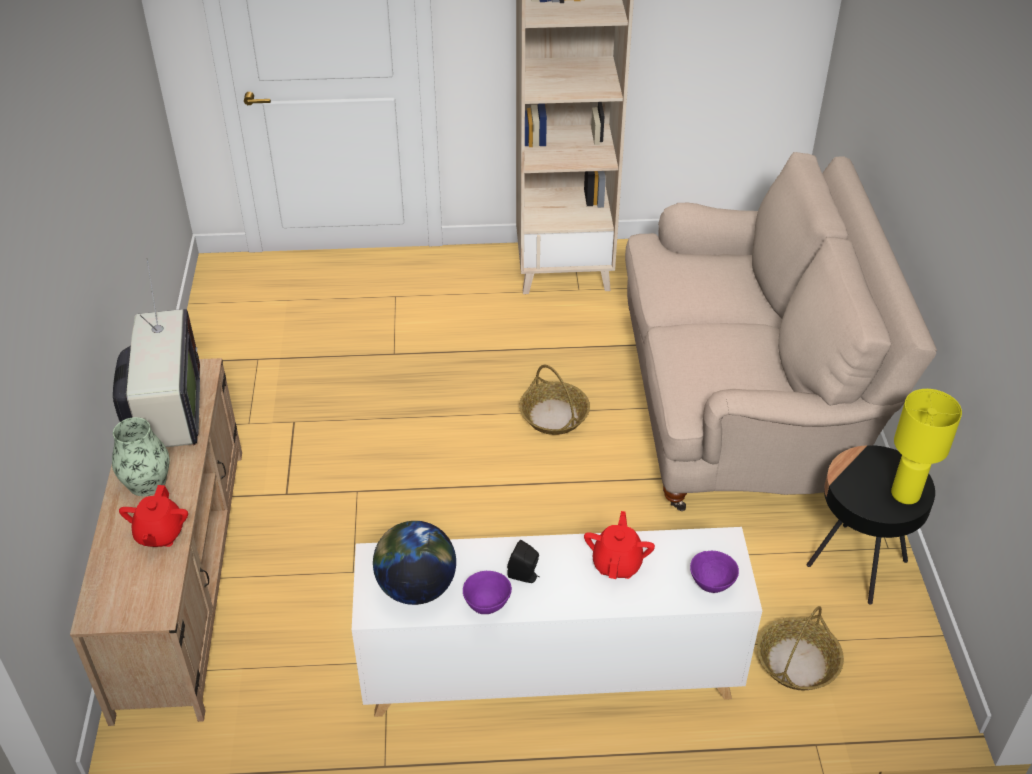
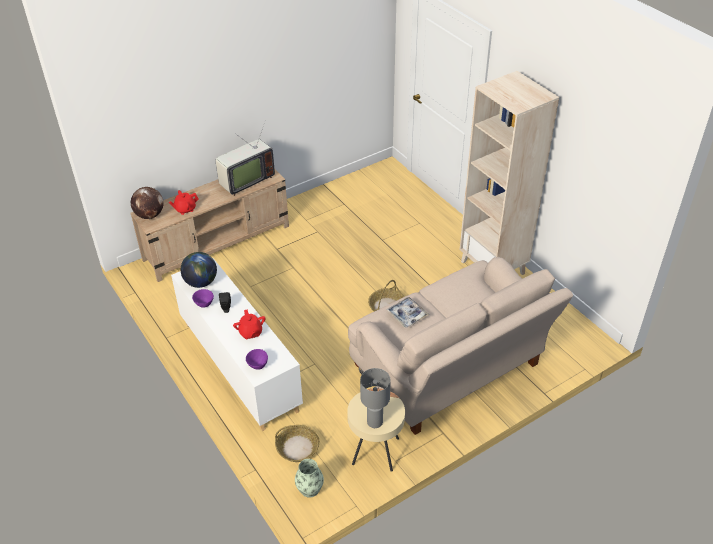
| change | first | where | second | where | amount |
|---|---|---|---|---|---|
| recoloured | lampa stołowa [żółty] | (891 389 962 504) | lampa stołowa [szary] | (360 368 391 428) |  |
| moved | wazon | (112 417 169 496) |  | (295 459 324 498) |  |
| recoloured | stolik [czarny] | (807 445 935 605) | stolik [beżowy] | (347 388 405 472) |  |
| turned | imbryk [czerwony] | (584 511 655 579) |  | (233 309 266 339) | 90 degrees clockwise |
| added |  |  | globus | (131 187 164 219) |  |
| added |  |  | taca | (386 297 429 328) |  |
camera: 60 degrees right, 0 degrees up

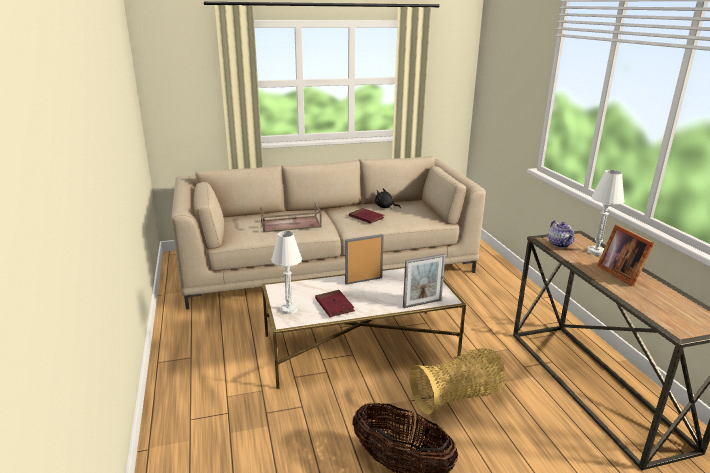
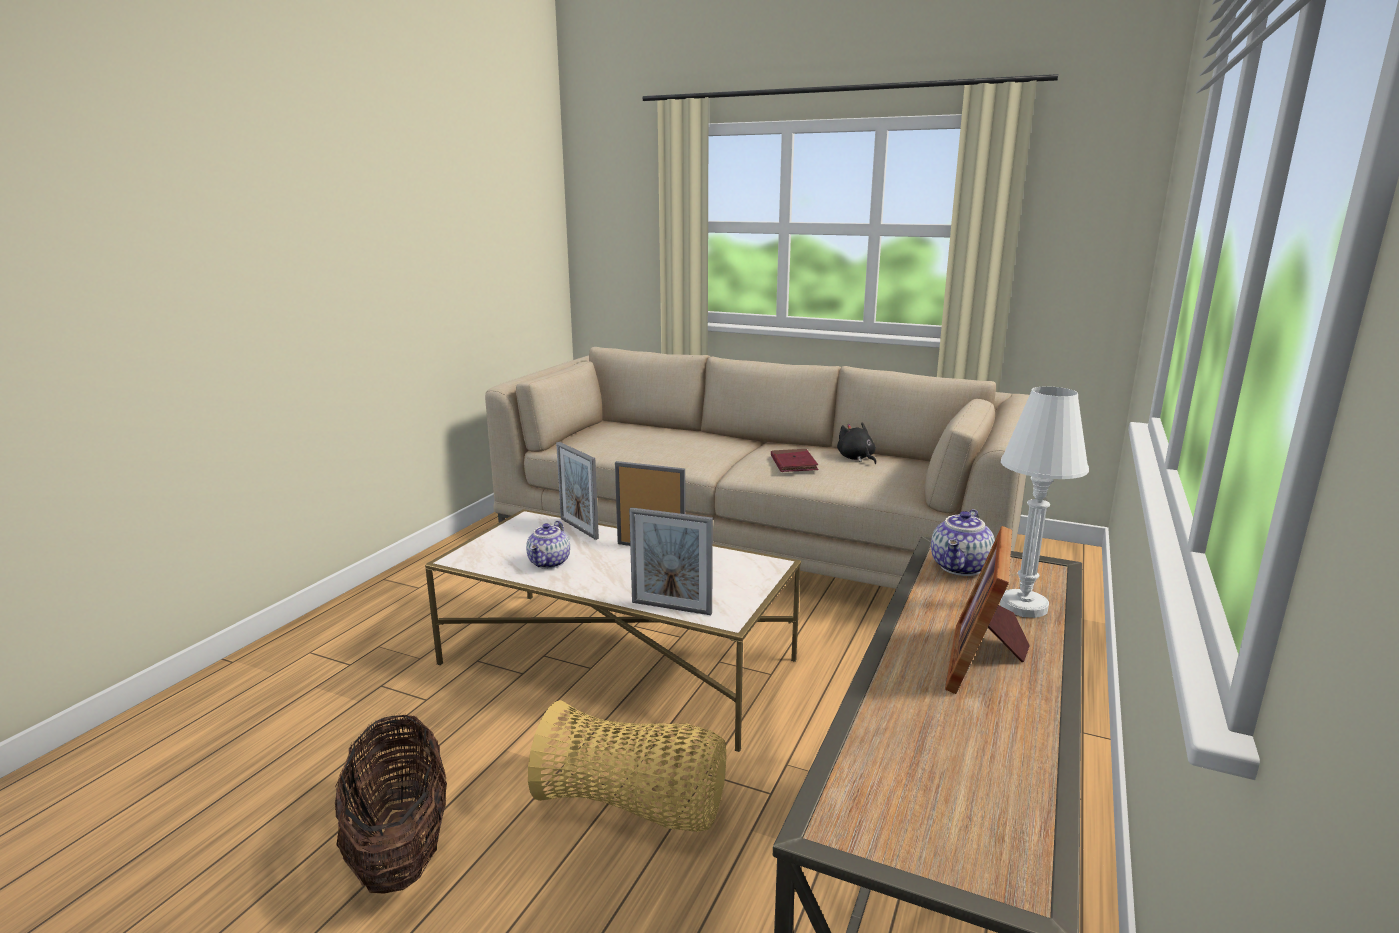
| change | first | where | second | where | amount |
|---|---|---|---|---|---|
| removed | taca [brązowy] | (260 202 322 232) |  |  |  |
| removed | lampa stołowa [biały] | (272 231 302 314) |  |  |  |
| replaced | książka [czerwony] | (315 290 355 317) | imbryk | (526 520 570 569) |  |
| added |  |  | ramka na zdjęcie | (556 442 599 540) |  |
camera: 40 degrees right, 5 degrees down

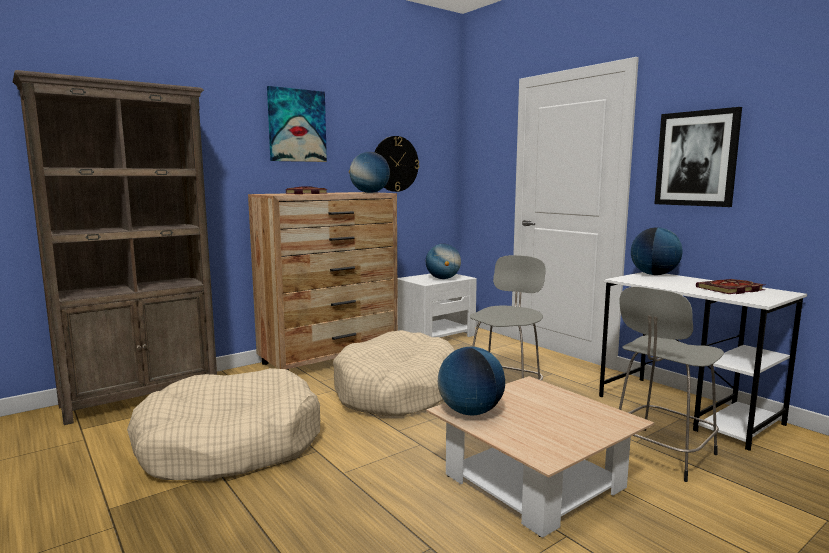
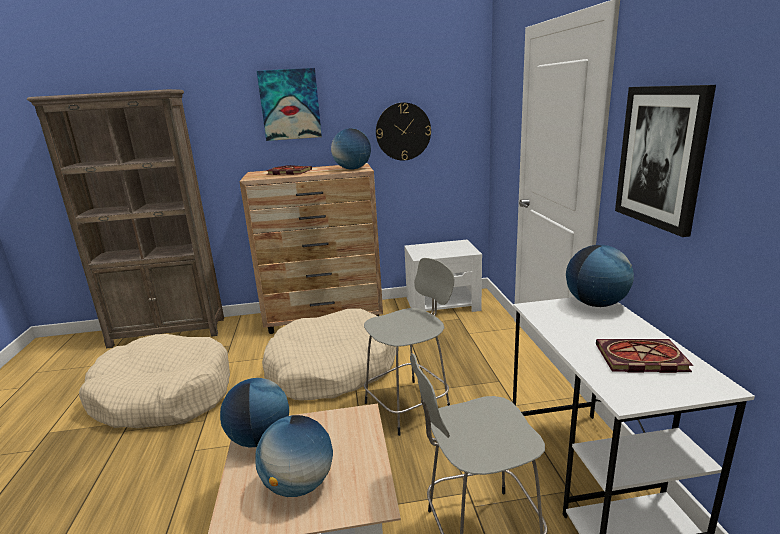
| change | first | where | second | where | amount |
|---|---|---|---|---|---|
| moved | globus | (426 244 461 279) |  | (255 415 333 497) |  |
camera: 30 degrees right, 10 degrees up

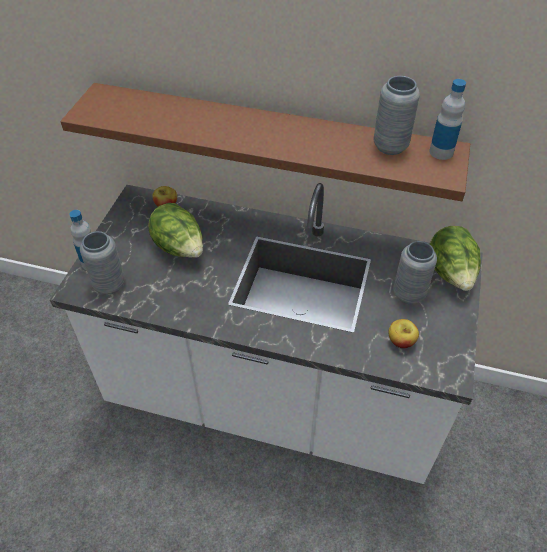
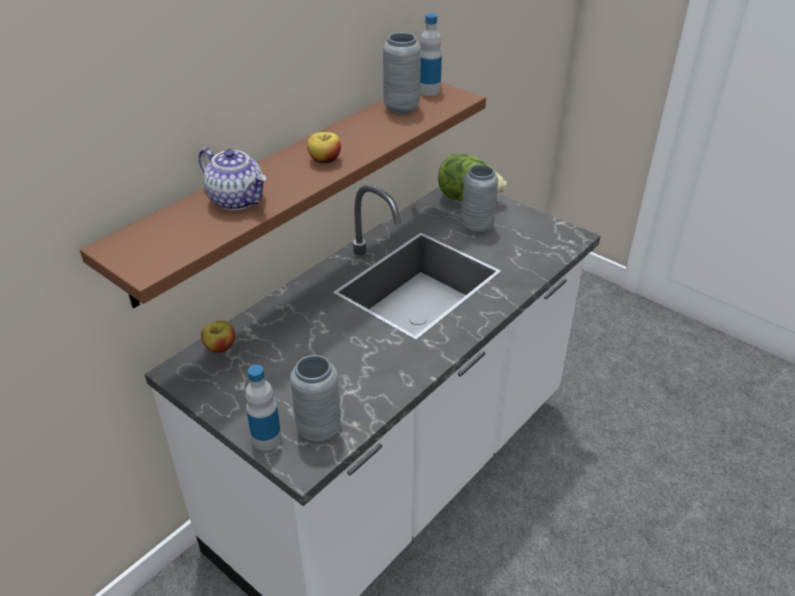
| change | first | where | second | where | amount |
|---|---|---|---|---|---|
| removed | sałata | (149 203 203 258) |  |  |  |
| moved | jabłko | (388 319 419 348) |  | (307 132 341 163) |  |
| added |  |  | imbryk | (199 148 267 210) |  |
camera: 65 degrees left, 10 degrees down

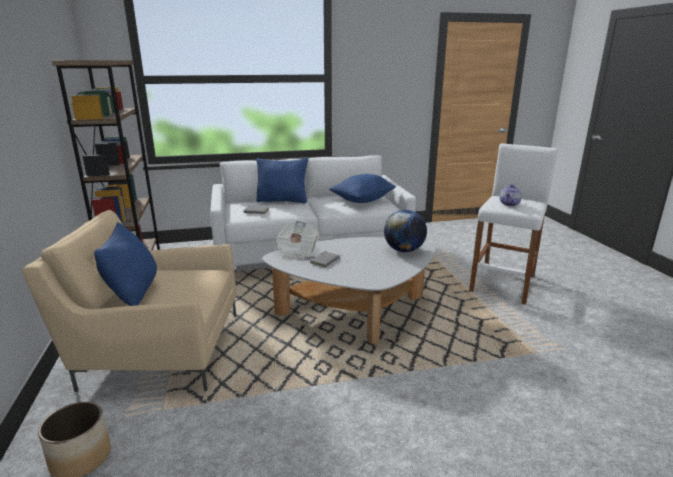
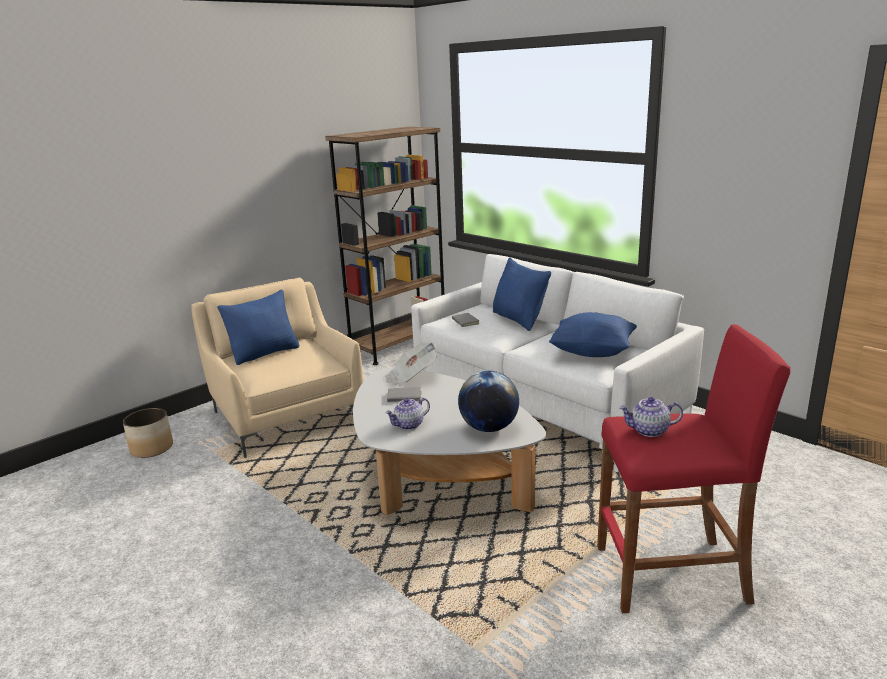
| change | first | where | second | where | amount |
|---|---|---|---|---|---|
| recoloured | stołek [biały] | (469 143 557 305) | stołek [czerwony] | (597 324 791 613) |  |
| added |  |  | imbryk | (385 398 430 430) |  |
camera: 60 degrees right, 0 degrees up

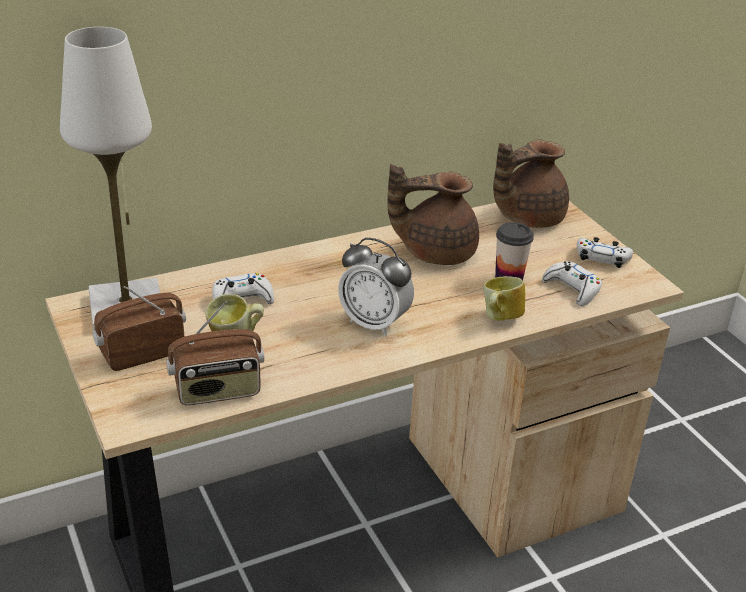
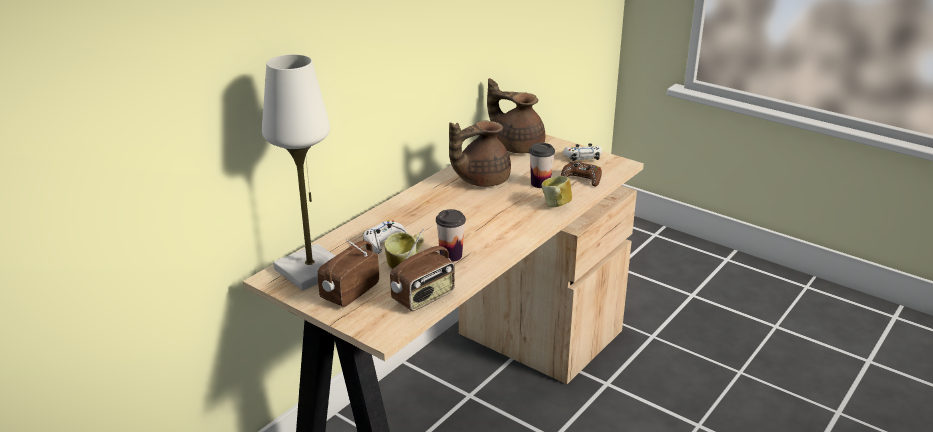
| change | first | where | second | where | amount |
|---|---|---|---|---|---|
| turned | imbryk [brązowy] | (493 140 569 228) |  | (487 78 545 154) | 90 degrees clockwise |
| removed | budzik | (338 238 414 336) |  |  |  |
| recoloured | pad do gier [biały] | (542 261 602 306) | pad do gier [brązowy] | (561 162 602 187) |  |
| added |  |  | filiżanka | (436 209 466 262) |  |
camera: 25 degrees left, 5 degrees down

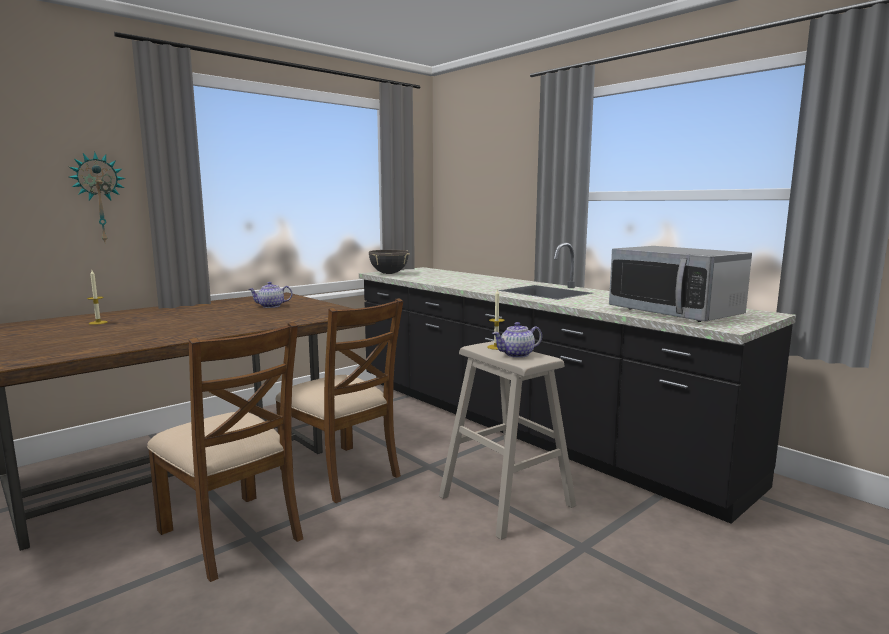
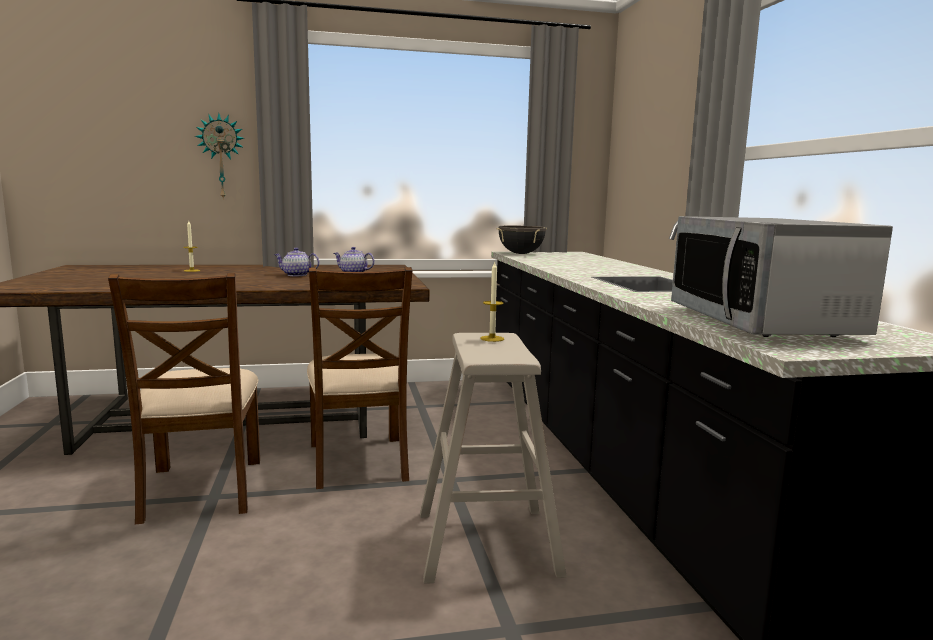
| change | first | where | second | where | amount |
|---|---|---|---|---|---|
| moved | imbryk | (492 322 542 358) |  | (274 248 319 276) |  |
camera: 30 degrees right, 0 degrees up

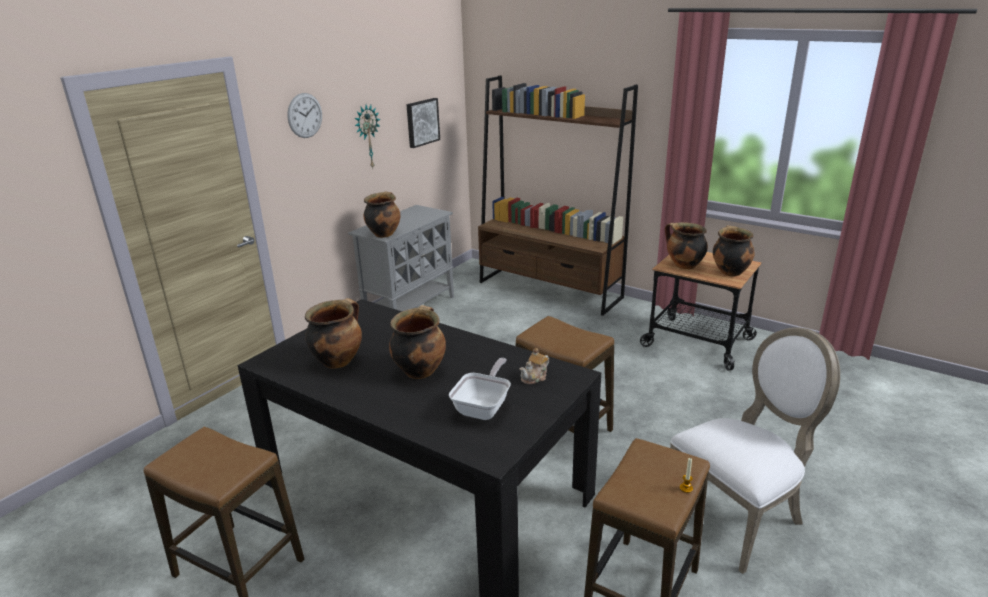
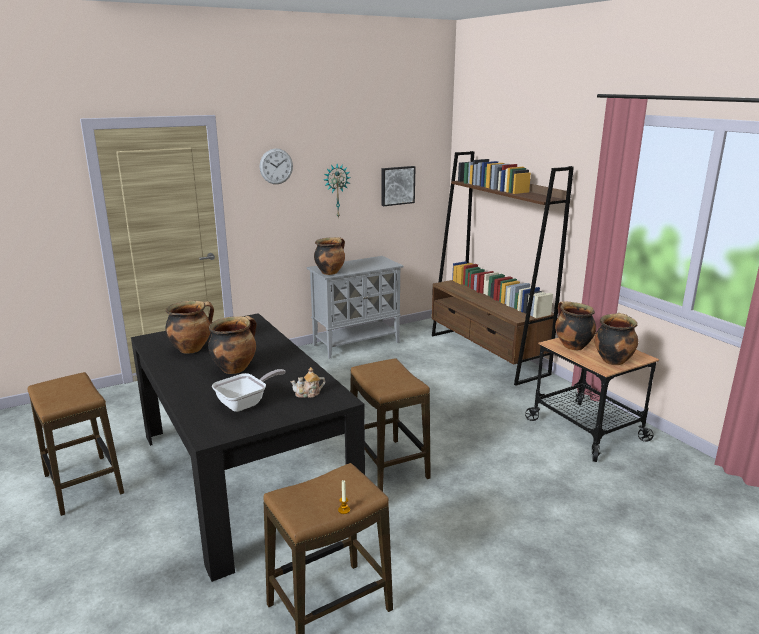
| change | first | where | second | where | amount |
|---|---|---|---|---|---|
| removed | krzesło [biały] | (670 327 840 574) |  |  |  |
camera: 25 degrees right, 5 degrees down

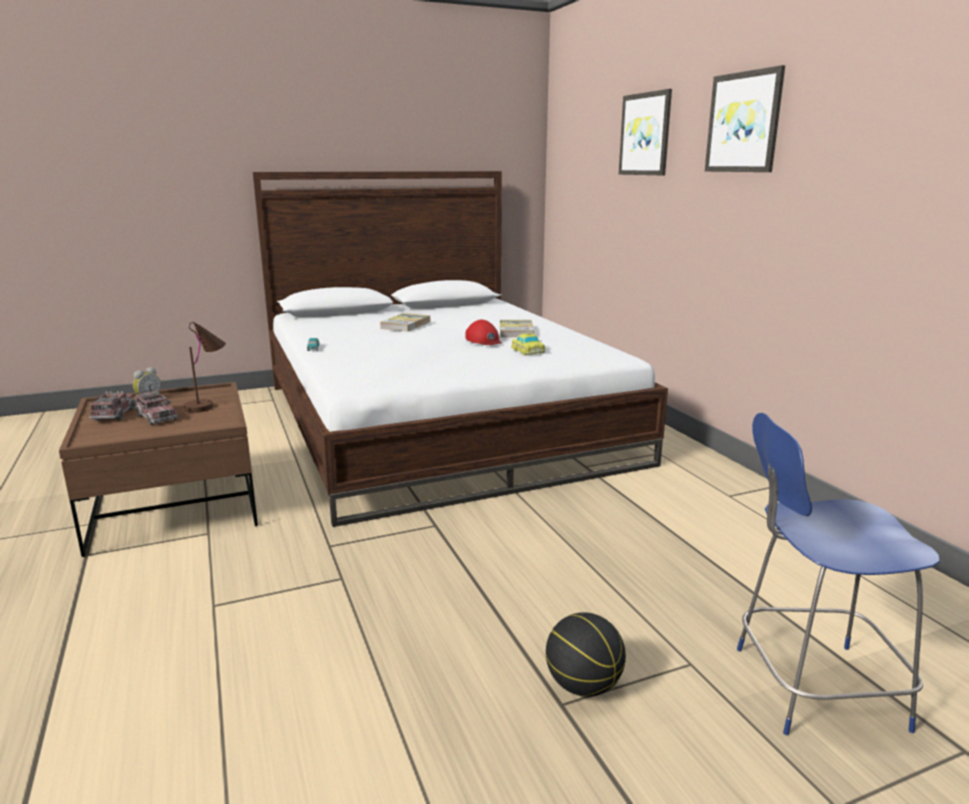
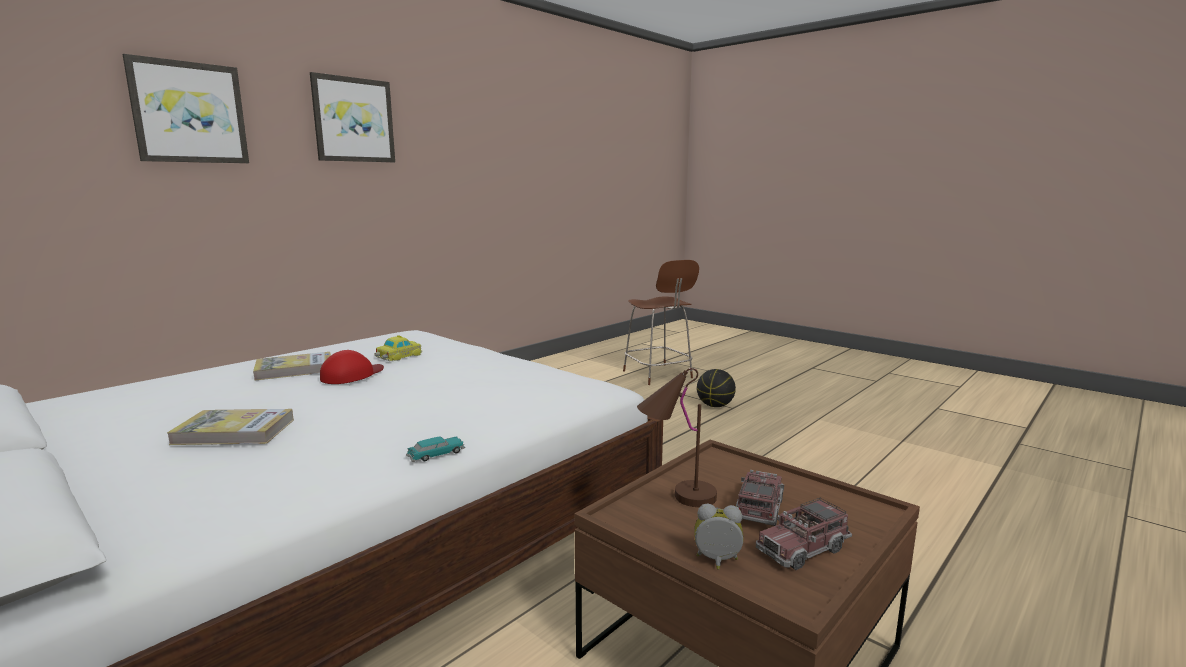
| change | first | where | second | where | amount |
|---|---|---|---|---|---|
| recoloured | krzesło [niebieski] | (737 413 940 735) | krzesło [brązowy] | (623 260 699 385) |  |
camera: 115 degrees left, 5 degrees down

